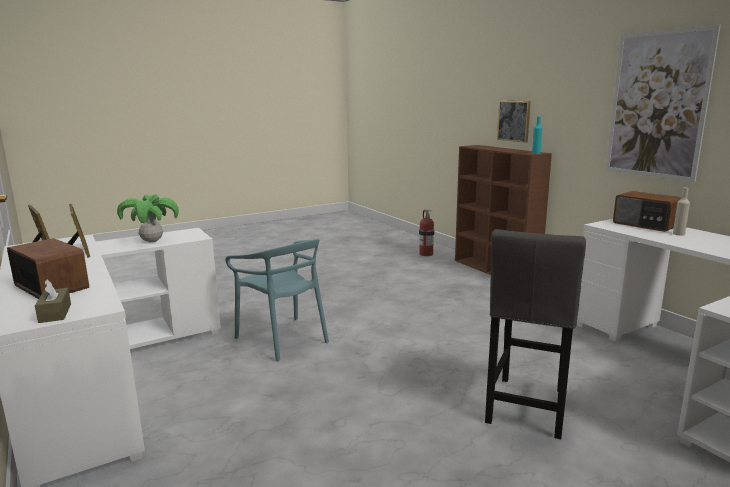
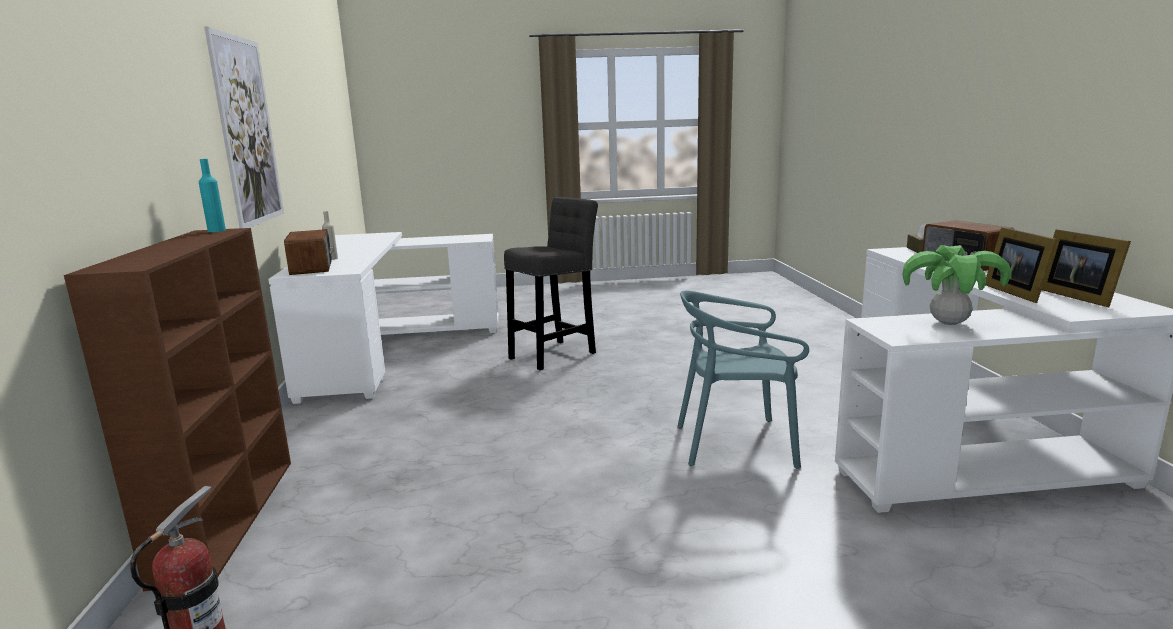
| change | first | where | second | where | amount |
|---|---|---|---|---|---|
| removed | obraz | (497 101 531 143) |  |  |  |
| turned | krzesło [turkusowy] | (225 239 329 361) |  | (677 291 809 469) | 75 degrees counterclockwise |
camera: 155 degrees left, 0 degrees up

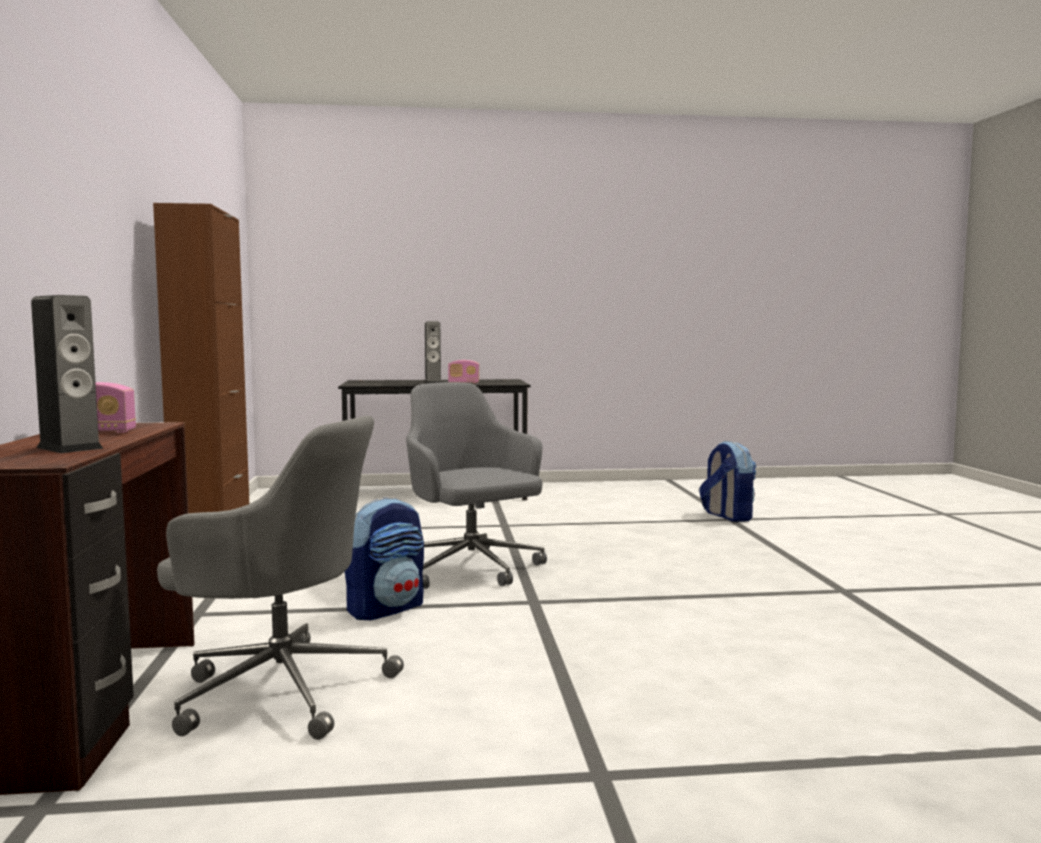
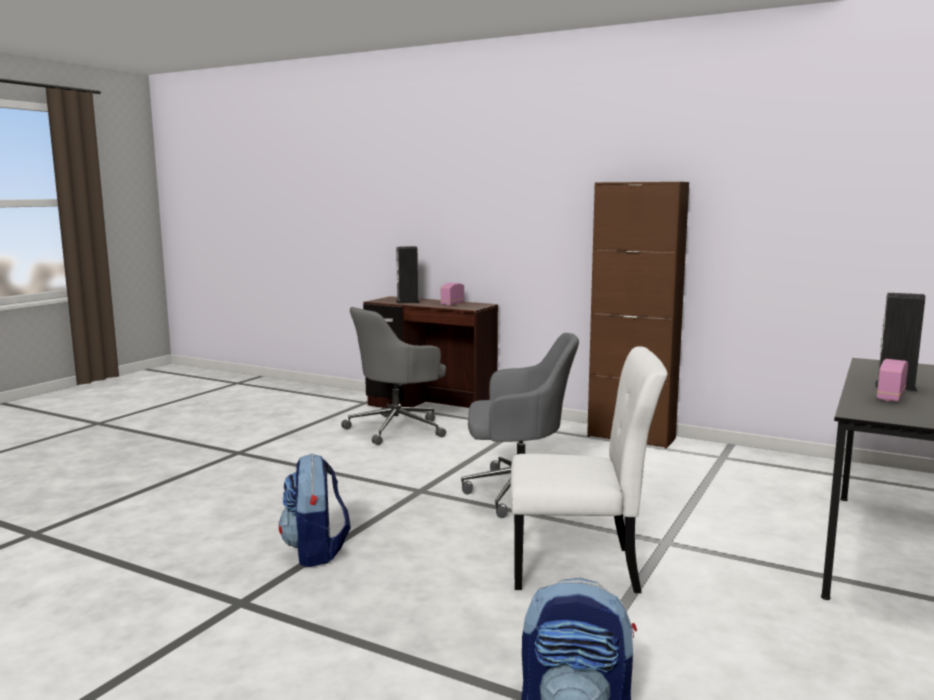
| change | first | where | second | where | amount |
|---|---|---|---|---|---|
| moved | plecak | (345 497 424 620) |  | (279 453 350 567) |  |
| added |  |  | krzesło [biały] | (510 346 668 593) |  |
camera: 125 degrees right, 5 degrees up

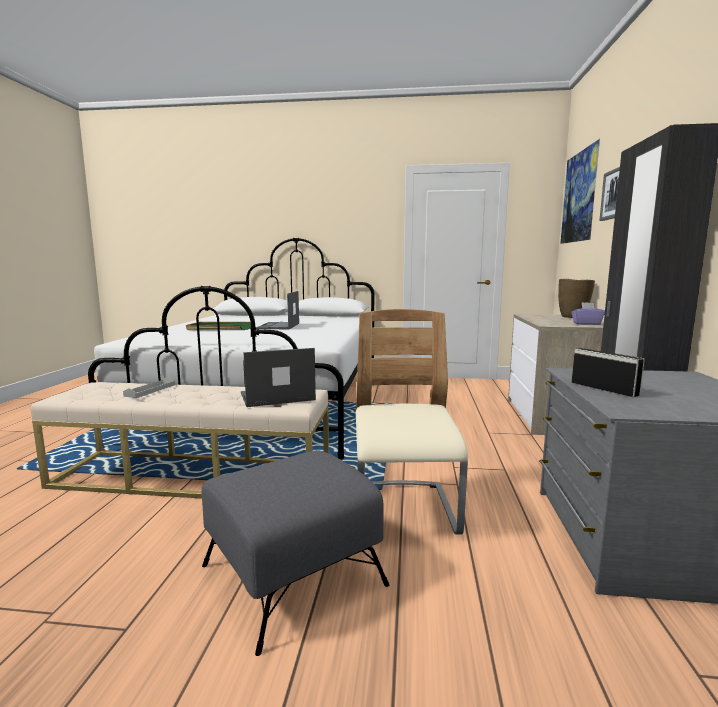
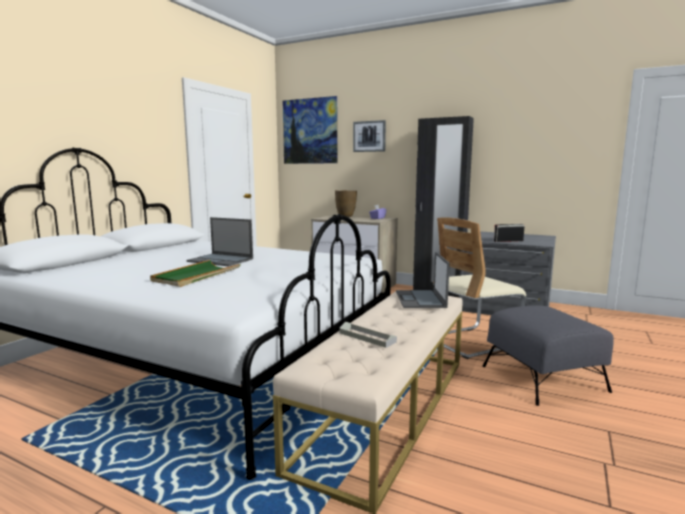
| change | first | where | second | where | amount |
|---|---|---|---|---|---|
| turned | krzesło [beżowy] | (356 309 468 535) |  | (433 217 526 359) | 45 degrees counterclockwise |
camera: 70 degrees left, 0 degrees up

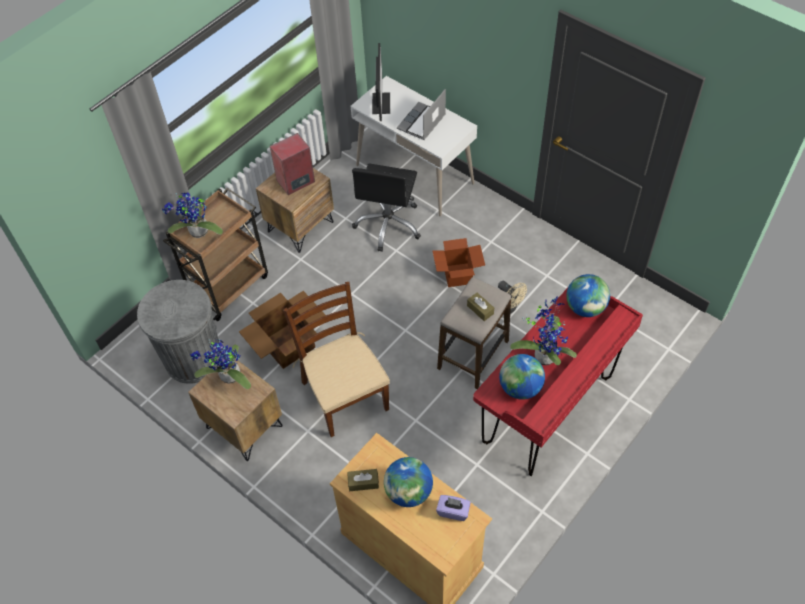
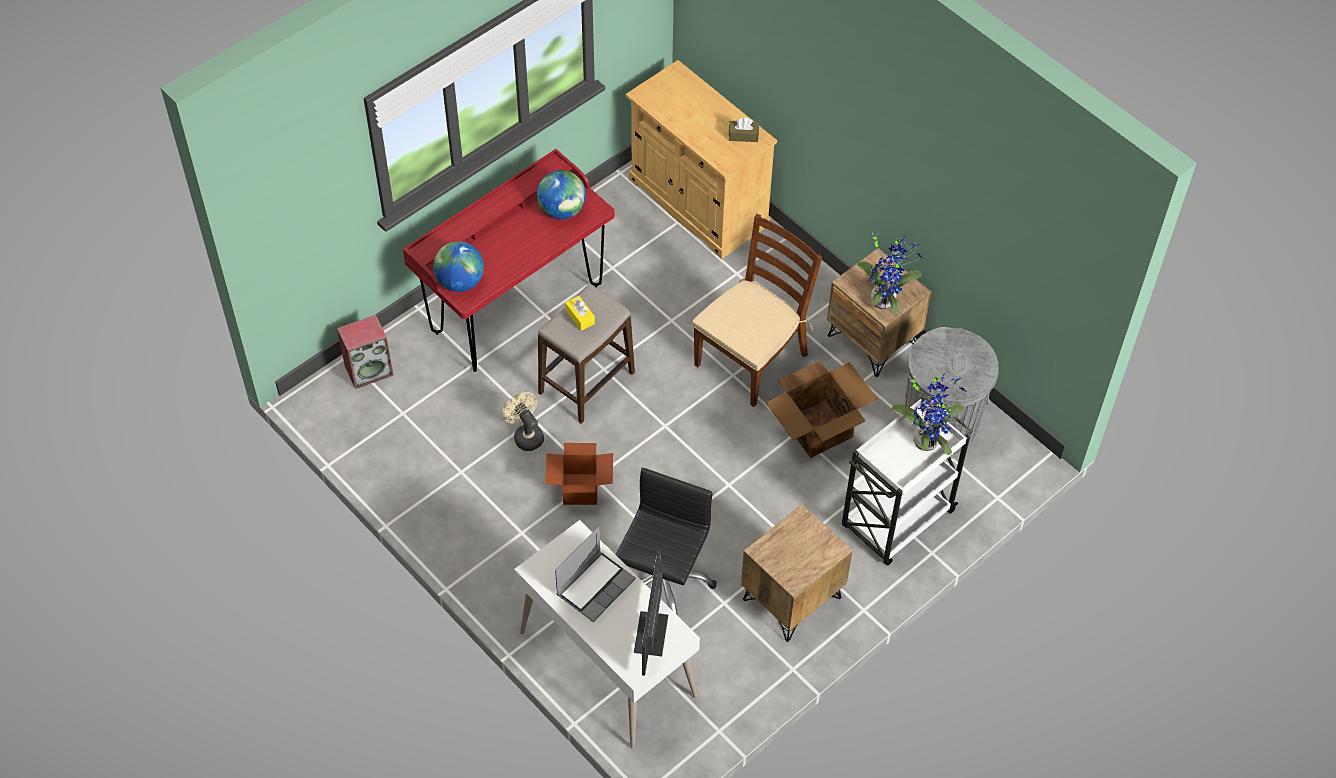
| change | first | where | second | where | amount |
|---|---|---|---|---|---|
| moved | głośnik | (270 133 315 195) |  | (337 315 393 389) |  |
| recoloured | wózek [brązowy] | (163 188 268 321) | wózek [biały] | (842 397 973 566) |  |
| turned | krzesło [brązowy] | (283 282 390 437) |  | (693 214 822 407) | 120 degrees counterclockwise |
| recoloured | pudełko chusteczek [brązowy] | (467 293 494 321) | pudełko chusteczek [żółty] | (565 296 595 331) |  |
| removed | roślina doniczkowa | (510 296 577 365) |  |  |  |
| removed | globus | (384 457 433 507) |  |  |  |
| removed | pudełko chusteczek [fioletowy] | (436 495 471 521) |  |  |  |
camera: 175 degrees left, 0 degrees up

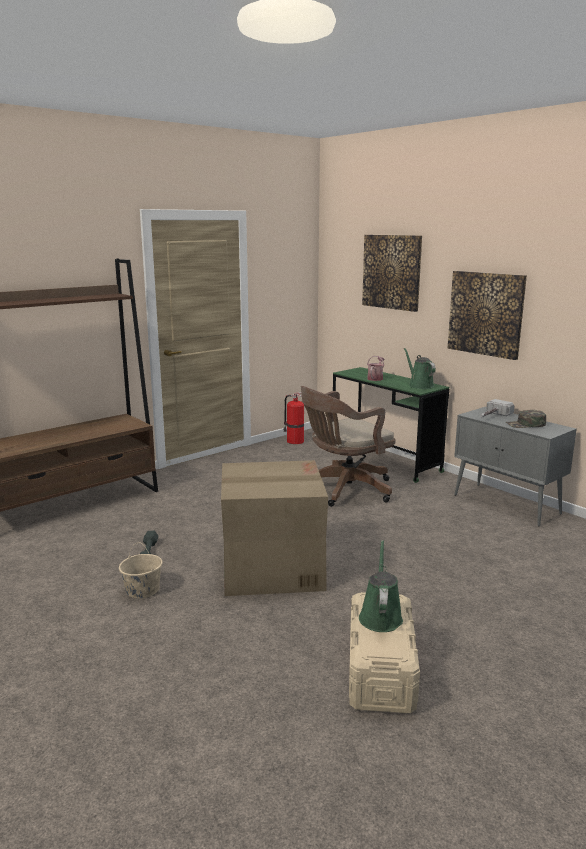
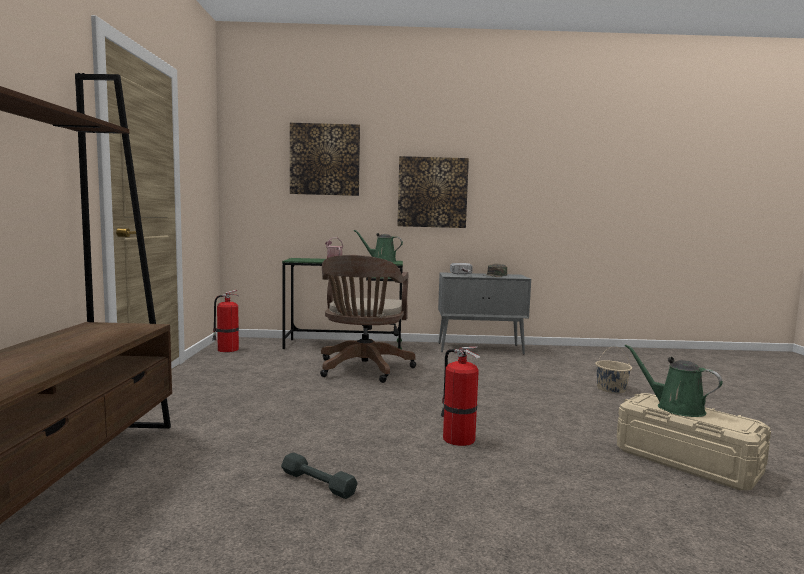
| change | first | where | second | where | amount |
|---|---|---|---|---|---|
| replaced | karton | (221 460 328 596) | gaśnica | (440 347 480 446) |  |
| moved | wiadro [beżowy] | (119 543 163 599) |  | (595 346 632 393) |  |
camera: 50 degrees left, 10 degrees down

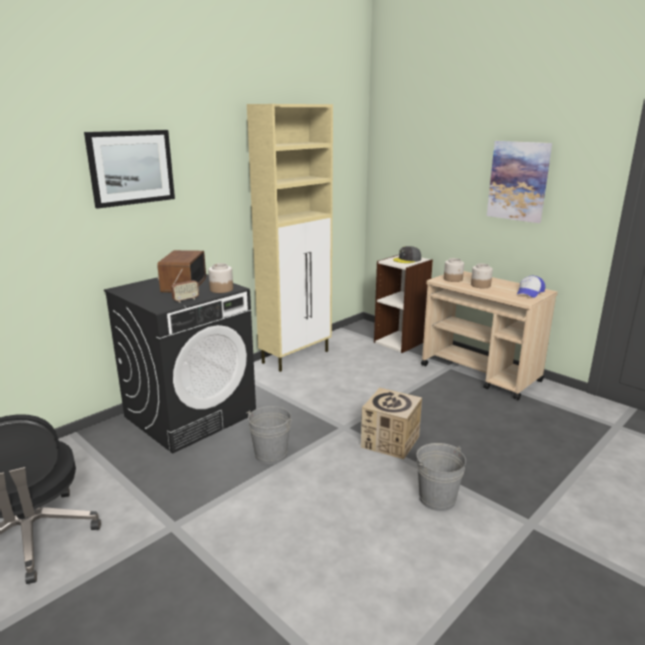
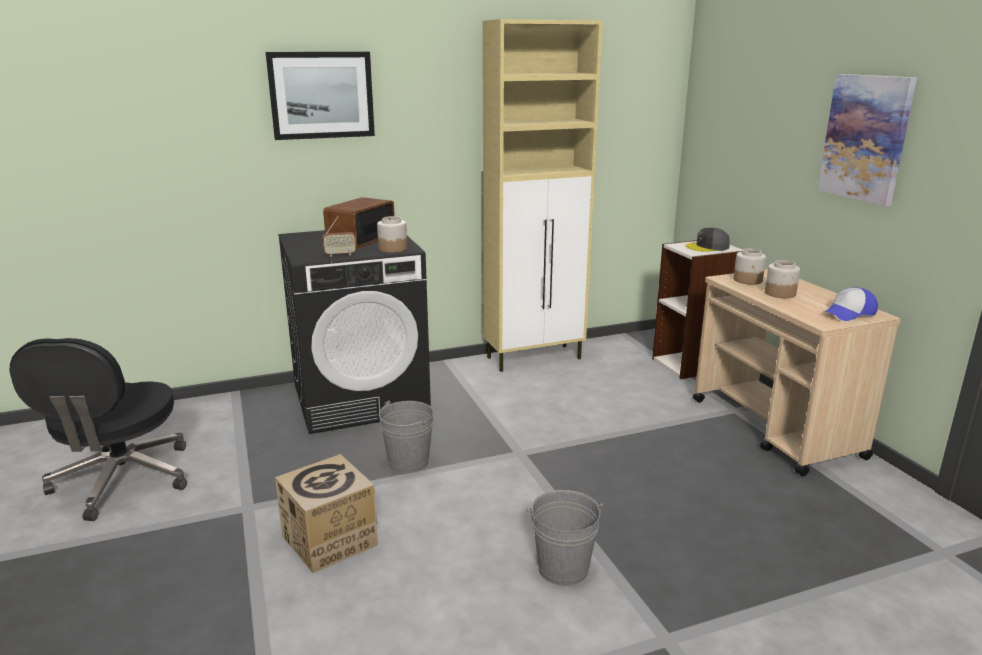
| change | first | where | second | where | amount |
|---|---|---|---|---|---|
| moved | karton | (361 388 422 459) |  | (275 454 378 573) |  |
camera: 25 degrees right, 0 degrees up

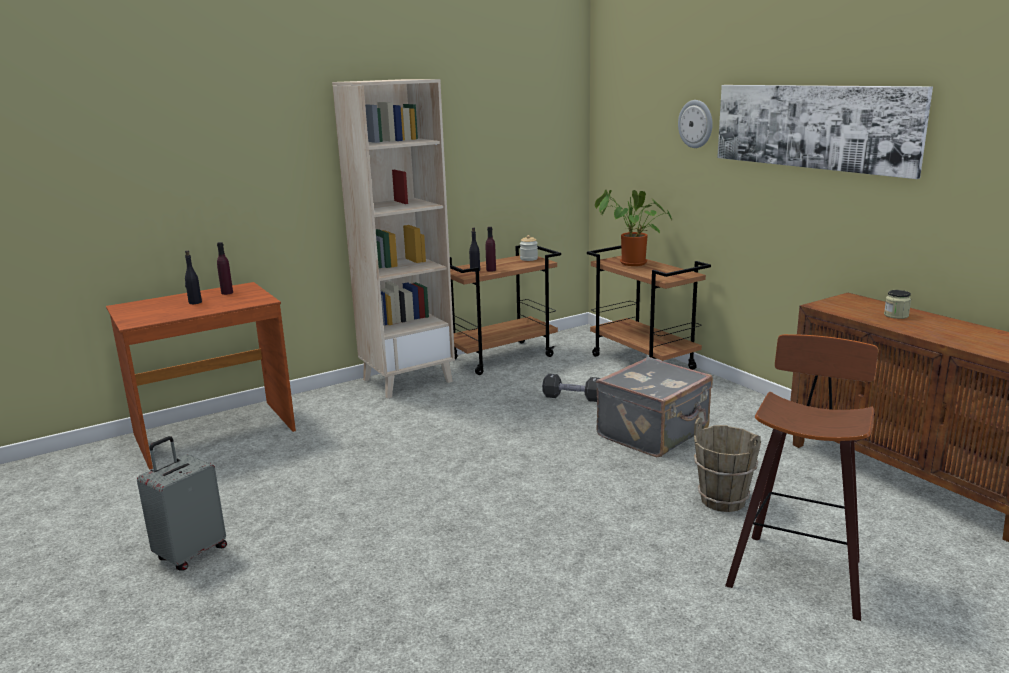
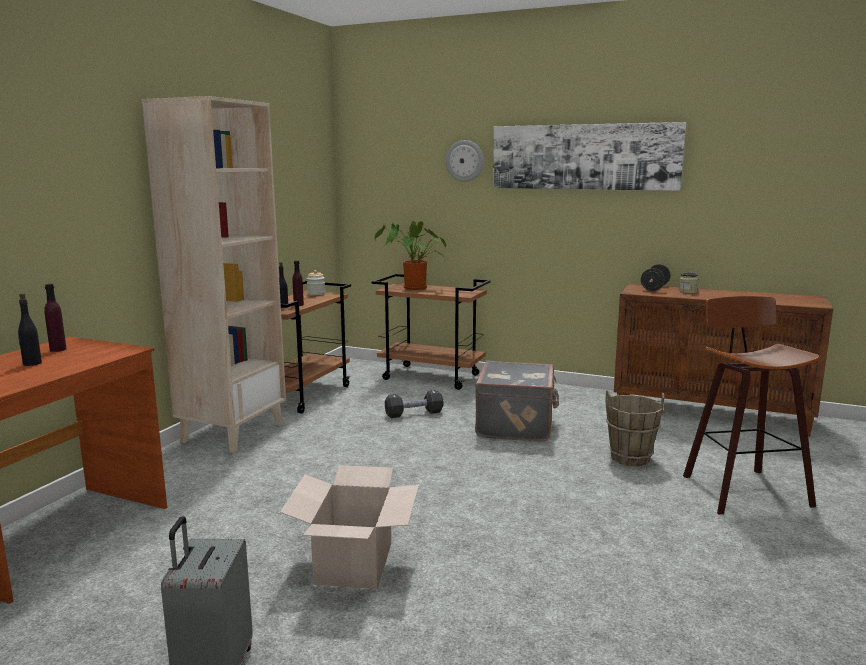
| change | first | where | second | where | amount |
|---|---|---|---|---|---|
| added |  |  | hantel [czarny] | (641 264 671 291) |  |
| added |  |  | karton | (280 465 419 589) |  |
camera: 35 degrees left, 5 degrees down

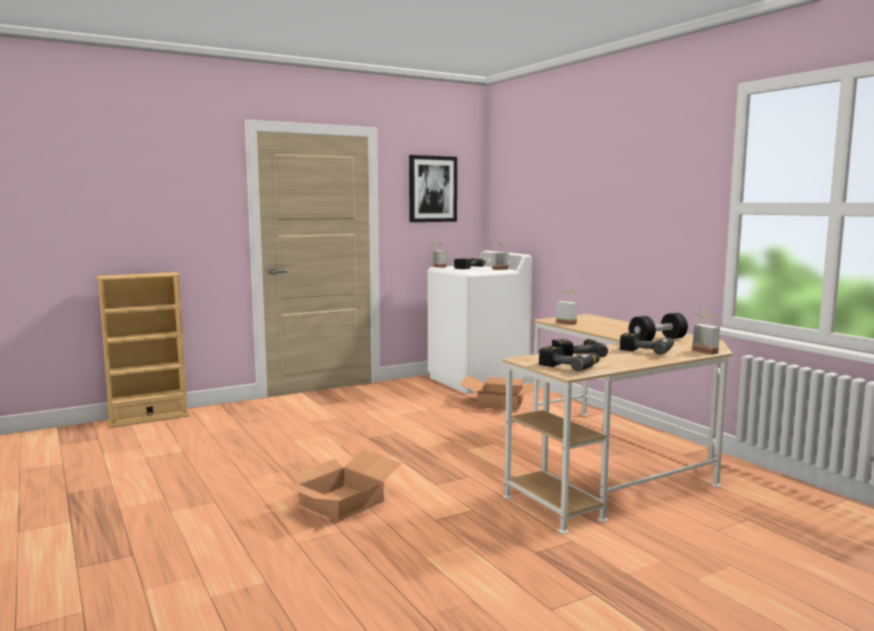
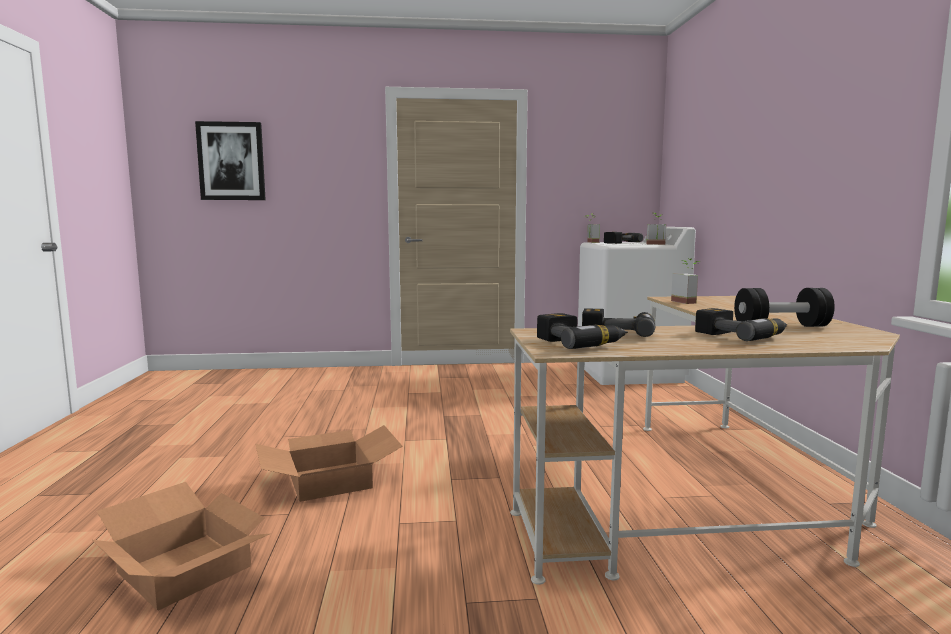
| change | first | where | second | where | amount |
|---|---|---|---|---|---|
| moved | obraz | (409 155 457 222) |  | (195 121 266 200) |  |
| removed | regał [beżowy] | (96 272 189 428) |  |  |  |
| removed | roślina doniczkowa | (692 310 720 355) |  |  |  |
| moved | karton | (460 375 542 410) |  | (92 482 271 611) |  |
camera: 25 degrees right, 0 degrees up

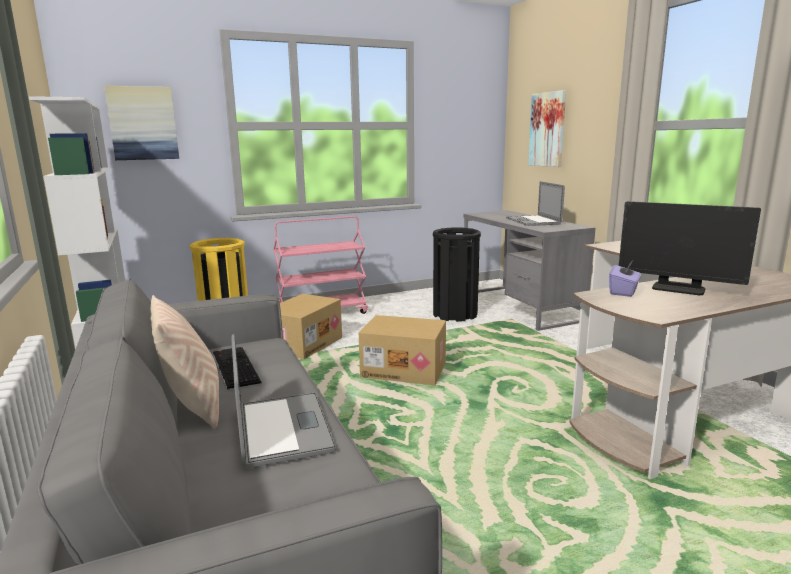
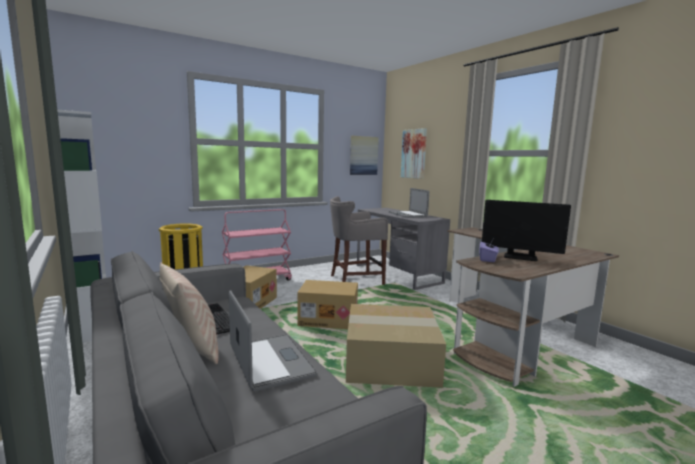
| change | first | where | second | where | amount |
|---|---|---|---|---|---|
| moved | obraz | (104 86 179 160) |  | (350 136 379 175) |  |
| replaced | kosz na śmieci [czarny] | (433 228 481 322) | stołek [szary] | (330 196 388 285) |  |
| added |  |  | karton | (346 304 446 388) |  |
camera: 10 degrees left, 5 degrees down

